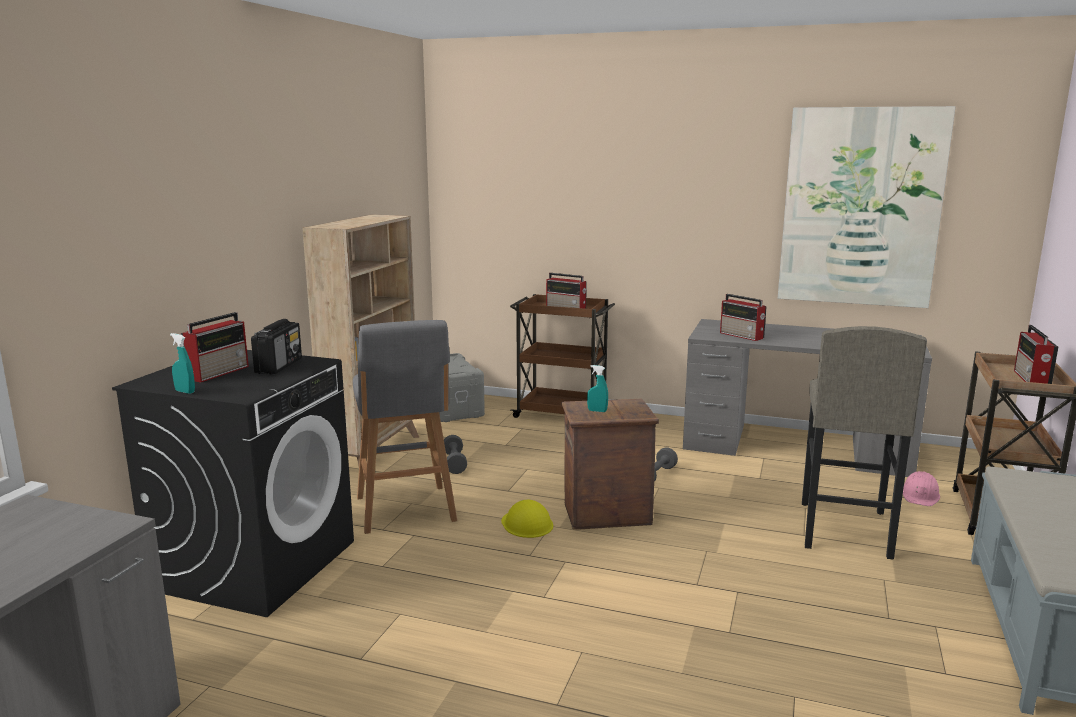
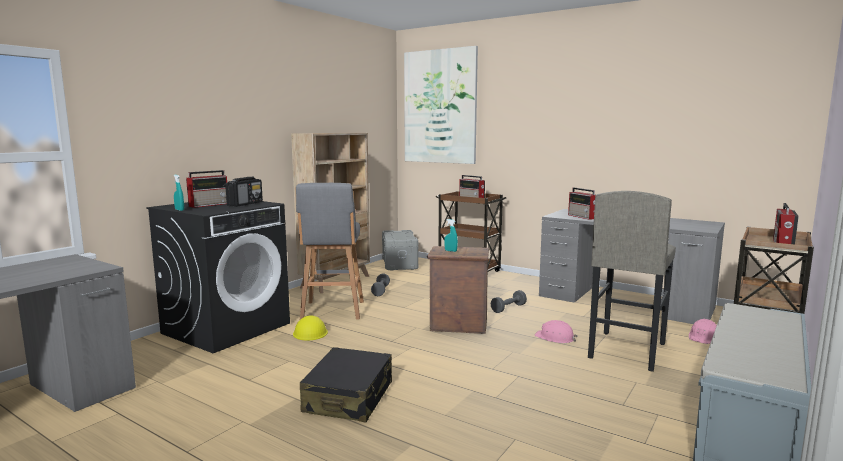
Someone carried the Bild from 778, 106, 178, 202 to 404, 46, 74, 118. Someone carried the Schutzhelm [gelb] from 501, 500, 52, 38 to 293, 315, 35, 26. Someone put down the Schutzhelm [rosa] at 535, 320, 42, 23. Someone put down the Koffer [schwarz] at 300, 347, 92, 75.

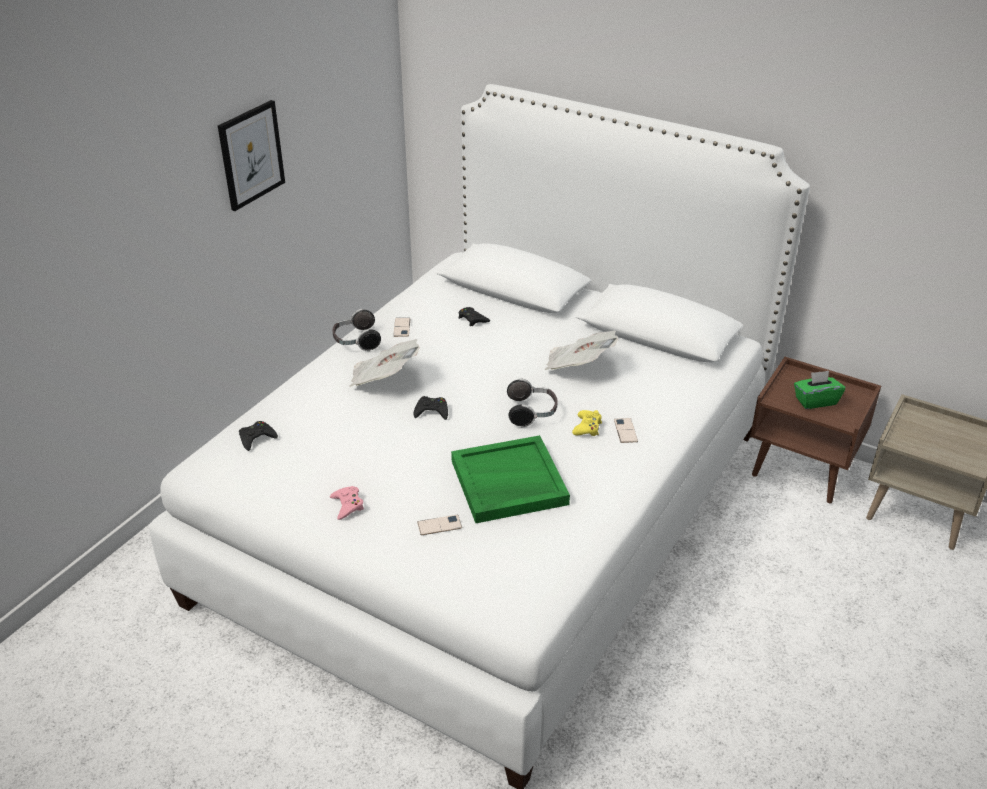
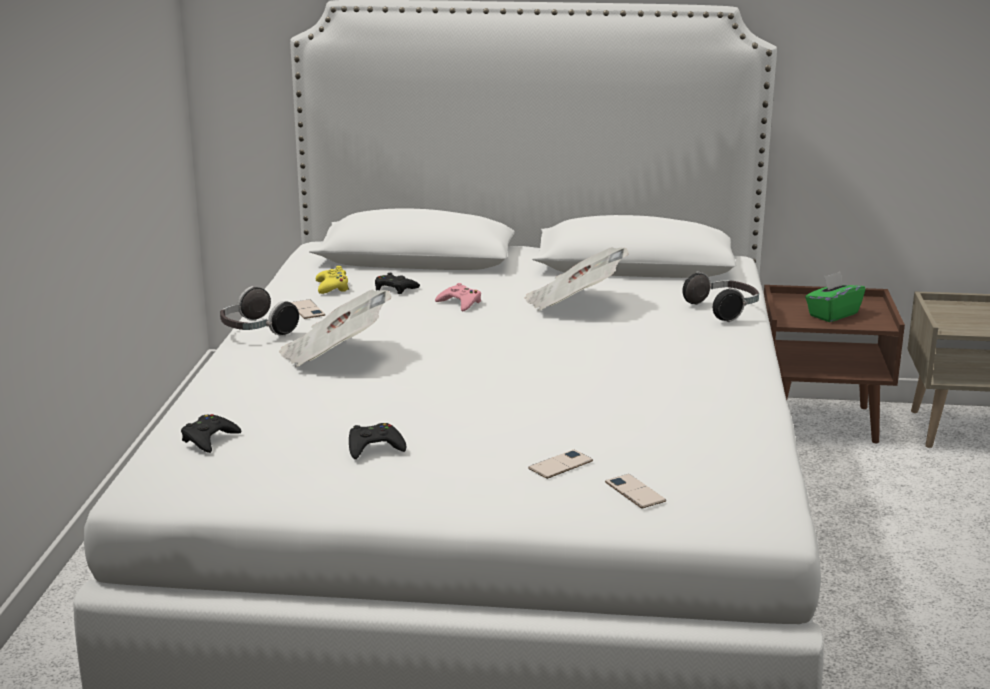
Someone took away the Bild at 218, 100, 67, 111. Someone carried the Kopfhörer from 507, 378, 51, 50 to 683, 271, 76, 51. Someone carried the Gamepad [schwarz] from 414, 396, 34, 24 to 349, 423, 58, 36. Someone carried the Gamepad [gelb] from 572, 410, 30, 26 to 316, 266, 33, 28. Someone carried the Handy from 614, 418, 24, 25 to 605, 474, 61, 35. Someone took away the Tablett [grün] at 451, 435, 119, 88. Someone carried the Gamepad [rosa] from 330, 486, 34, 34 to 435, 283, 46, 28.

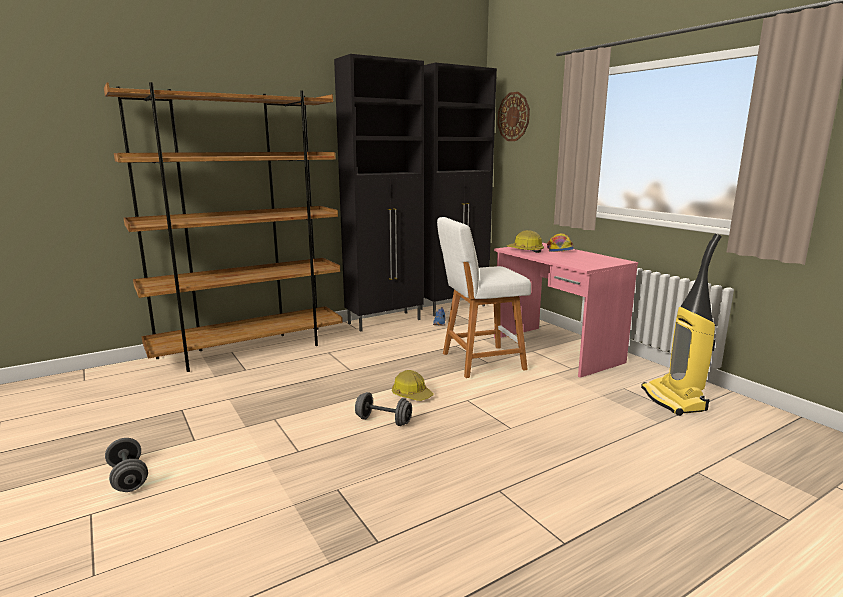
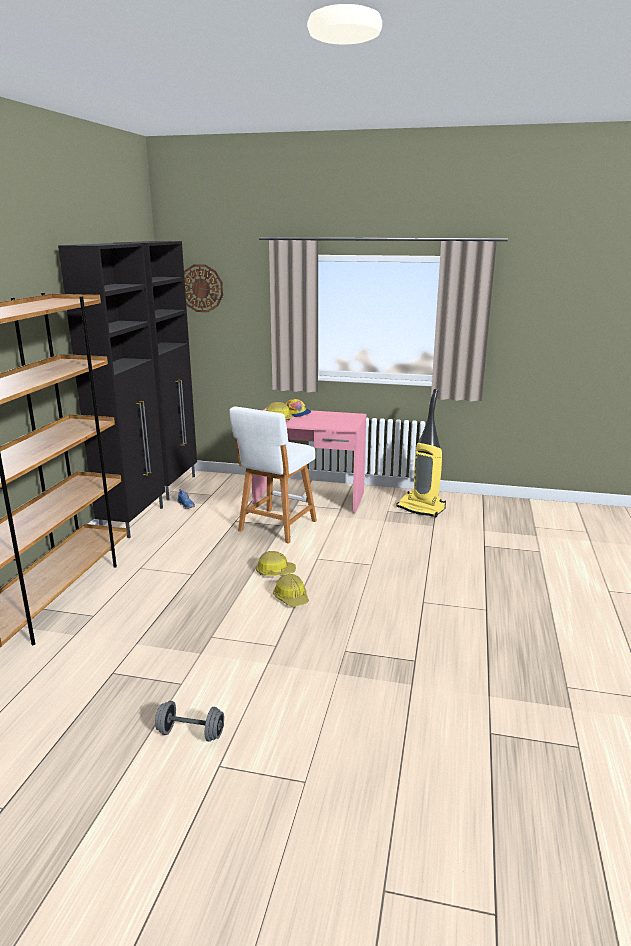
Someone swapped the Hantel [grau] at 355, 392, 57, 34 for the Schutzhelm at 273, 574, 36, 33.

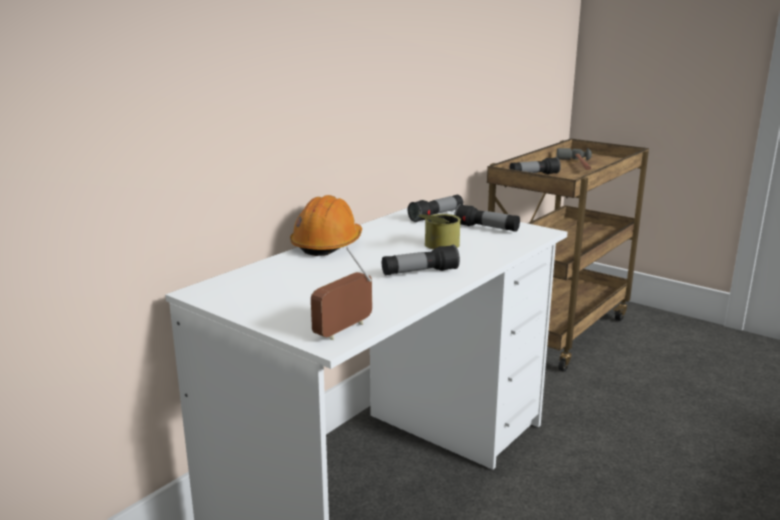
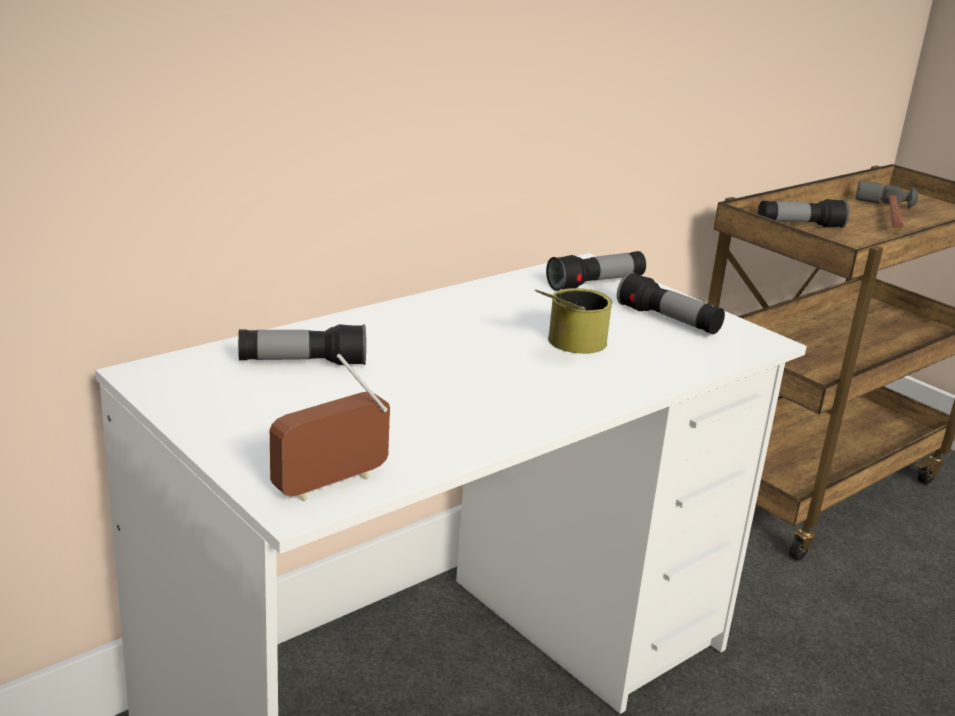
Someone took away the Schutzhelm [orange] at 290, 195, 72, 61. Someone carried the Taschenlampe from 382, 245, 78, 30 to 238, 324, 128, 41.

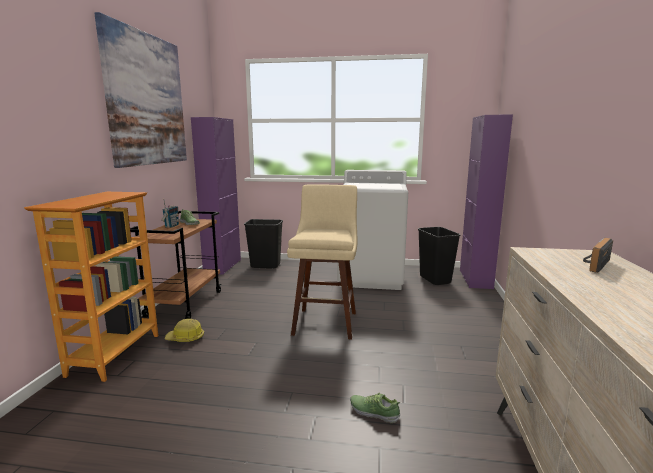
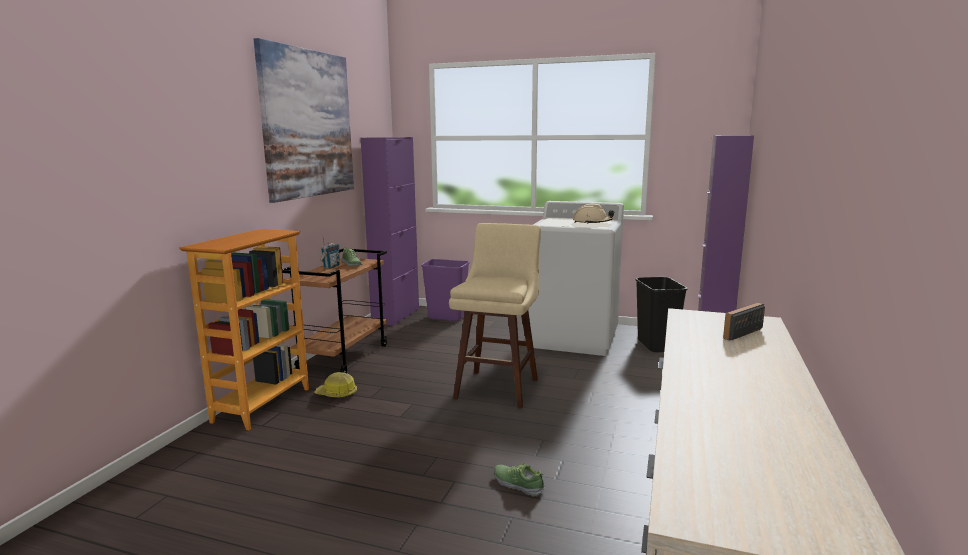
Someone repainted the Mülleimer [schwarz] at 244, 219, 39, 50, which became the Mülleimer [lila] at 421, 259, 49, 62. Someone put down the Schutzhelm [beige] at 573, 204, 41, 20.

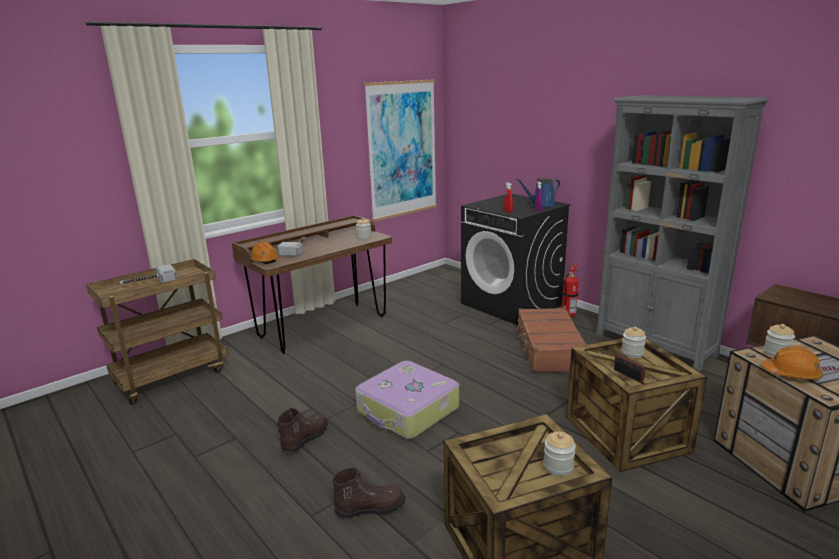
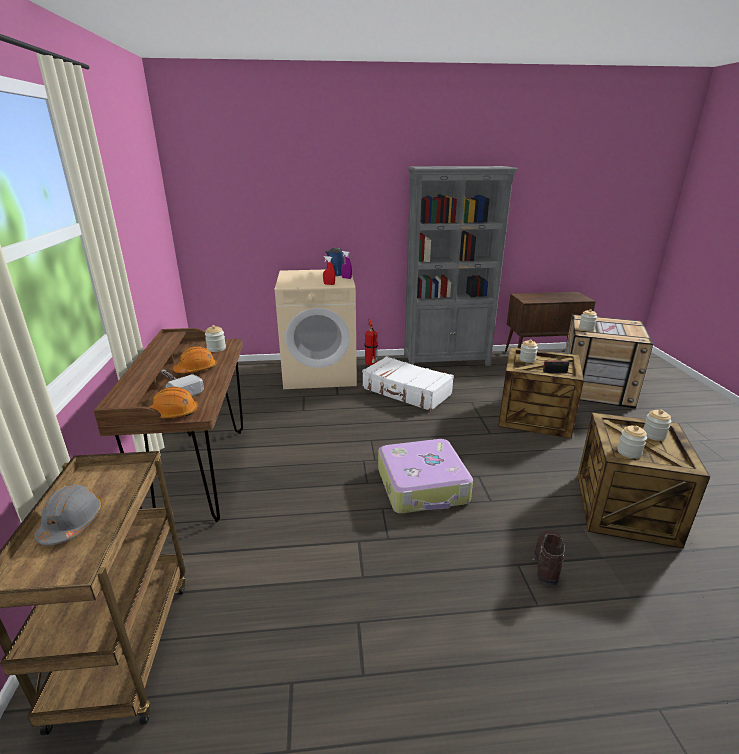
Someone took away the Bild at 364, 80, 73, 142. Someone repainted the Waschmaschine [schwarz] at 461, 194, 110, 131, which became the Waschmaschine [beige] at 275, 270, 82, 119. Someone swapped the Hammer at 119, 264, 58, 21 for the Schutzhelm [grau] at 34, 484, 69, 61. Someone repainted the Koffer [braun] at 515, 308, 72, 64, which became the Koffer [weiß] at 362, 356, 92, 55. Someone carried the Schutzhelm [orange] from 762, 346, 61, 34 to 173, 346, 44, 27. Someone took away the Stiefel [braun] at 276, 408, 52, 45. Someone put down the Vorratsglas at 617, 426, 30, 33.

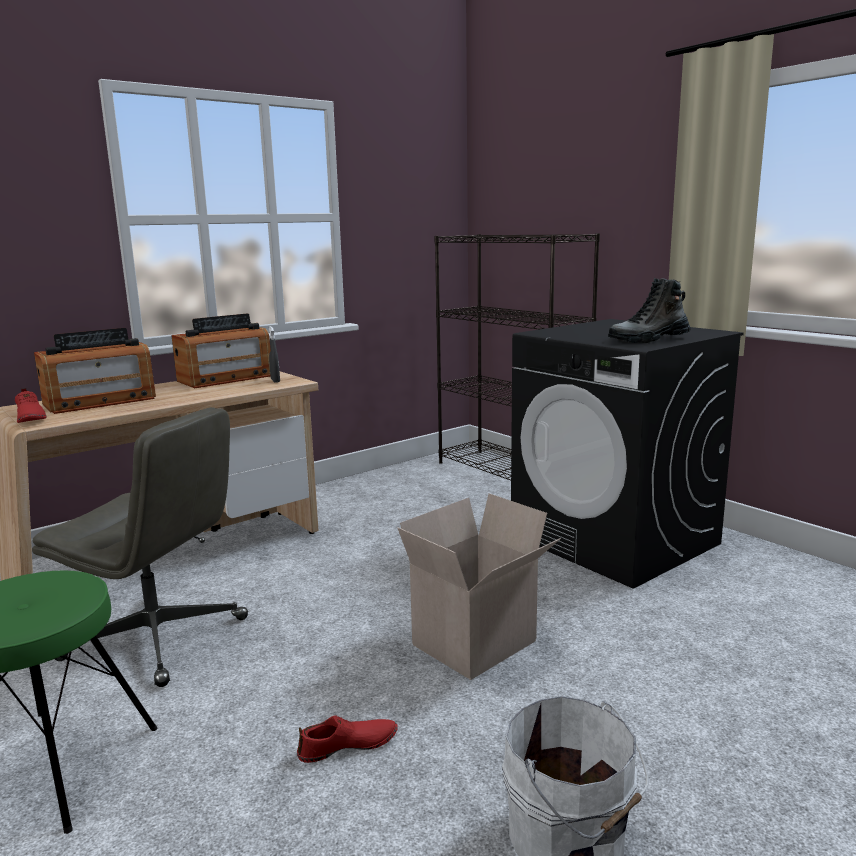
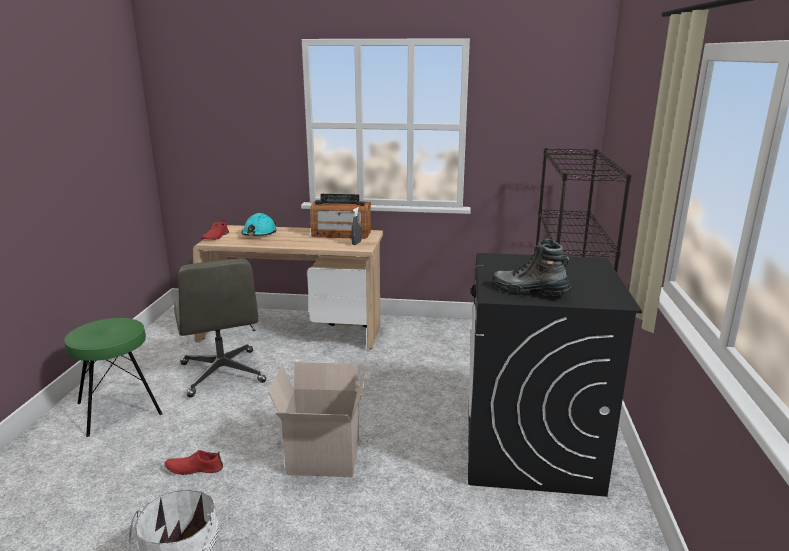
Someone swapped the Radio at 34, 328, 122, 86 for the Schutzhelm [türkis] at 241, 213, 36, 23. Someone rotated the Schuh [rot] at 297, 715, 101, 48 by 150 degrees clockwise.

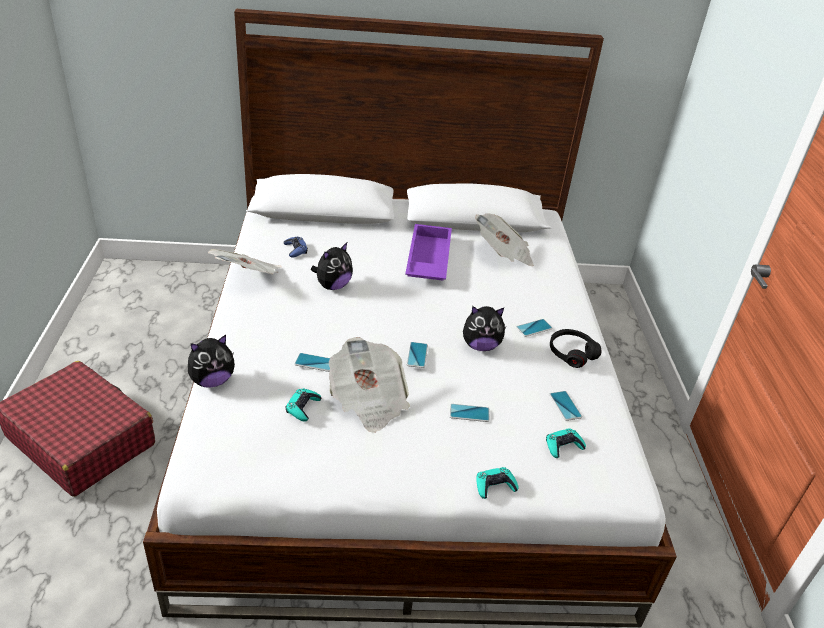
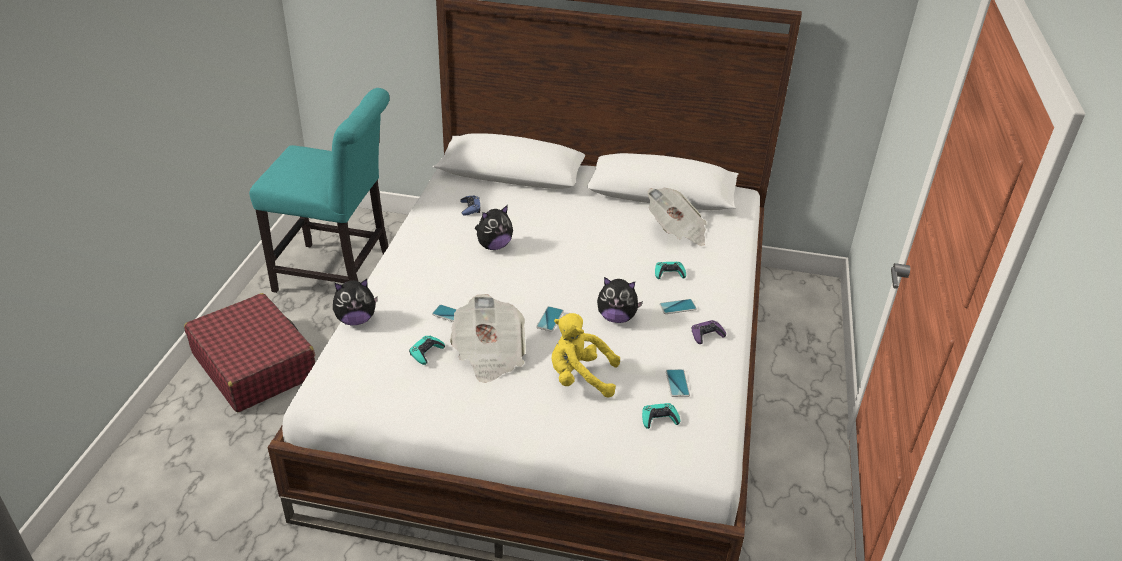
Someone took away the Tablett [lila] at 405, 224, 47, 57. Someone took away the Zeitung at 208, 249, 74, 26. Someone swapped the Kopfhörer [schwarz] at 550, 329, 51, 39 for the Gamepad [lila] at 692, 320, 34, 24. Someone swapped the Handy at 449, 404, 41, 18 for the Plüschtier [gelb] at 551, 313, 69, 85. Someone carried the Gamepad [türkis] from 476, 467, 42, 32 to 655, 262, 31, 17. Someone put down the Stuhl [türkis] at 249, 88, 141, 205.

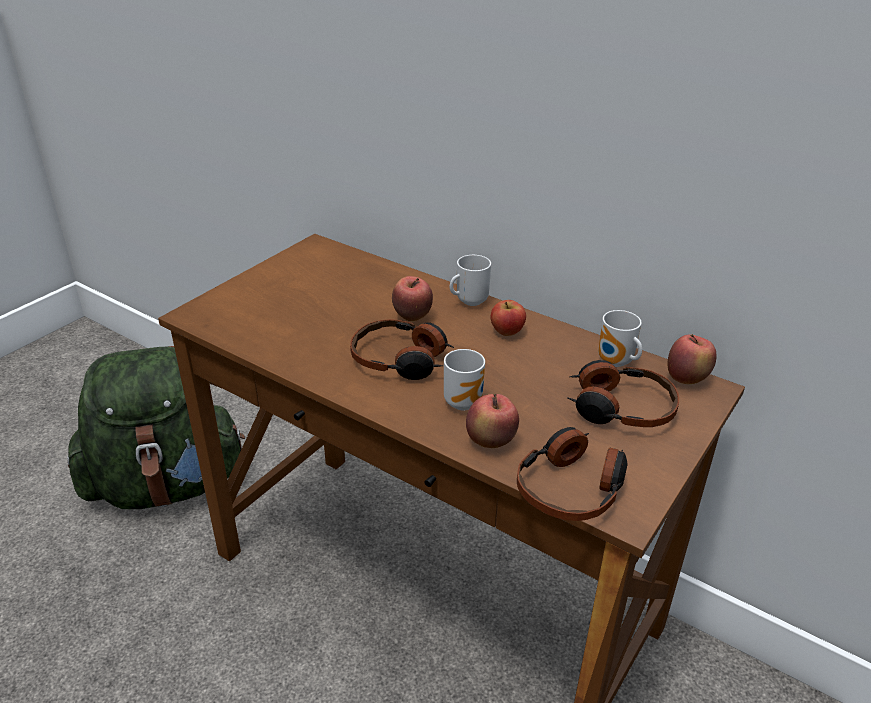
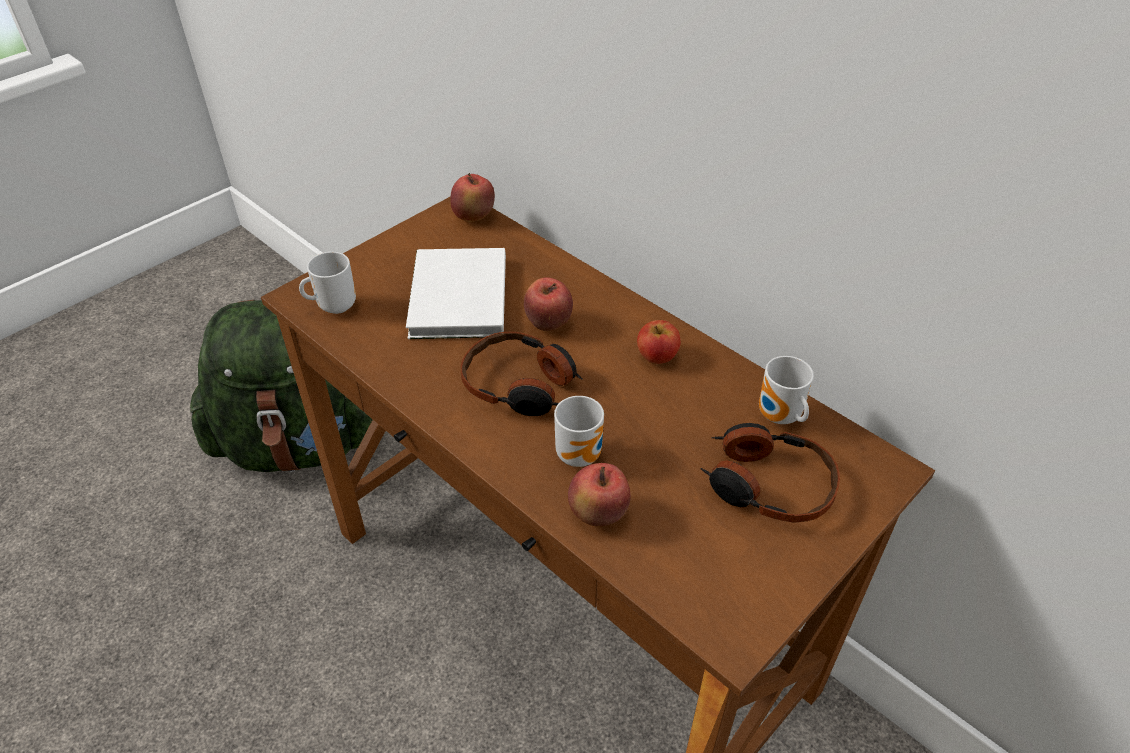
Someone carried the Henkelbecher from 450, 255, 41, 51 to 299, 252, 57, 62. Someone carried the Apfel from 667, 334, 49, 50 to 450, 173, 45, 49. Someone took away the Kopfhörer at 517, 427, 111, 94. Someone put down the Buch [weiß] at 406, 248, 100, 91.

